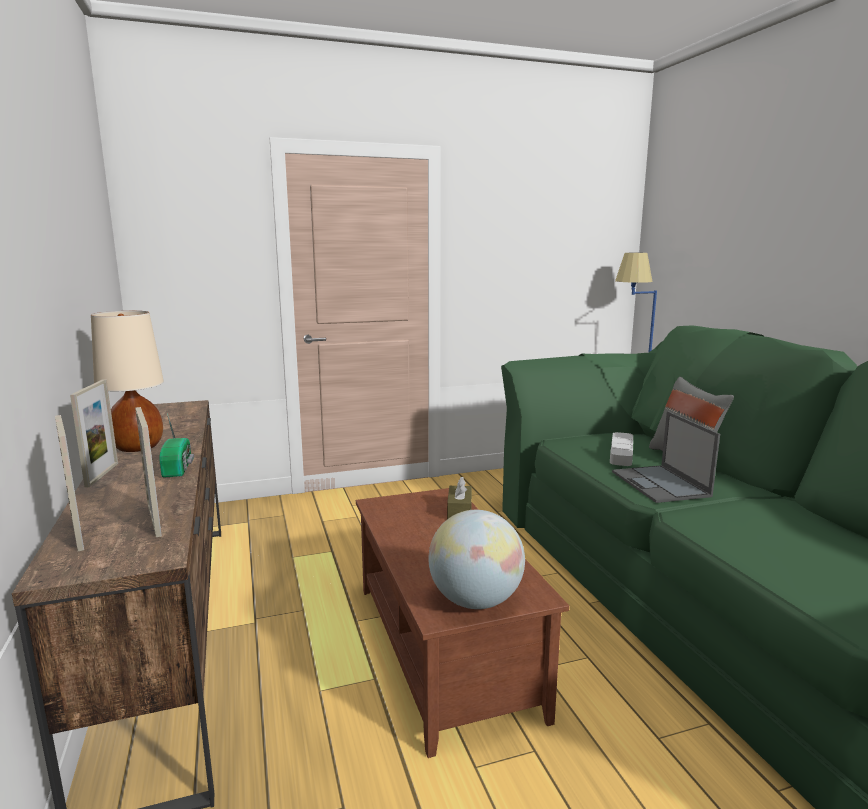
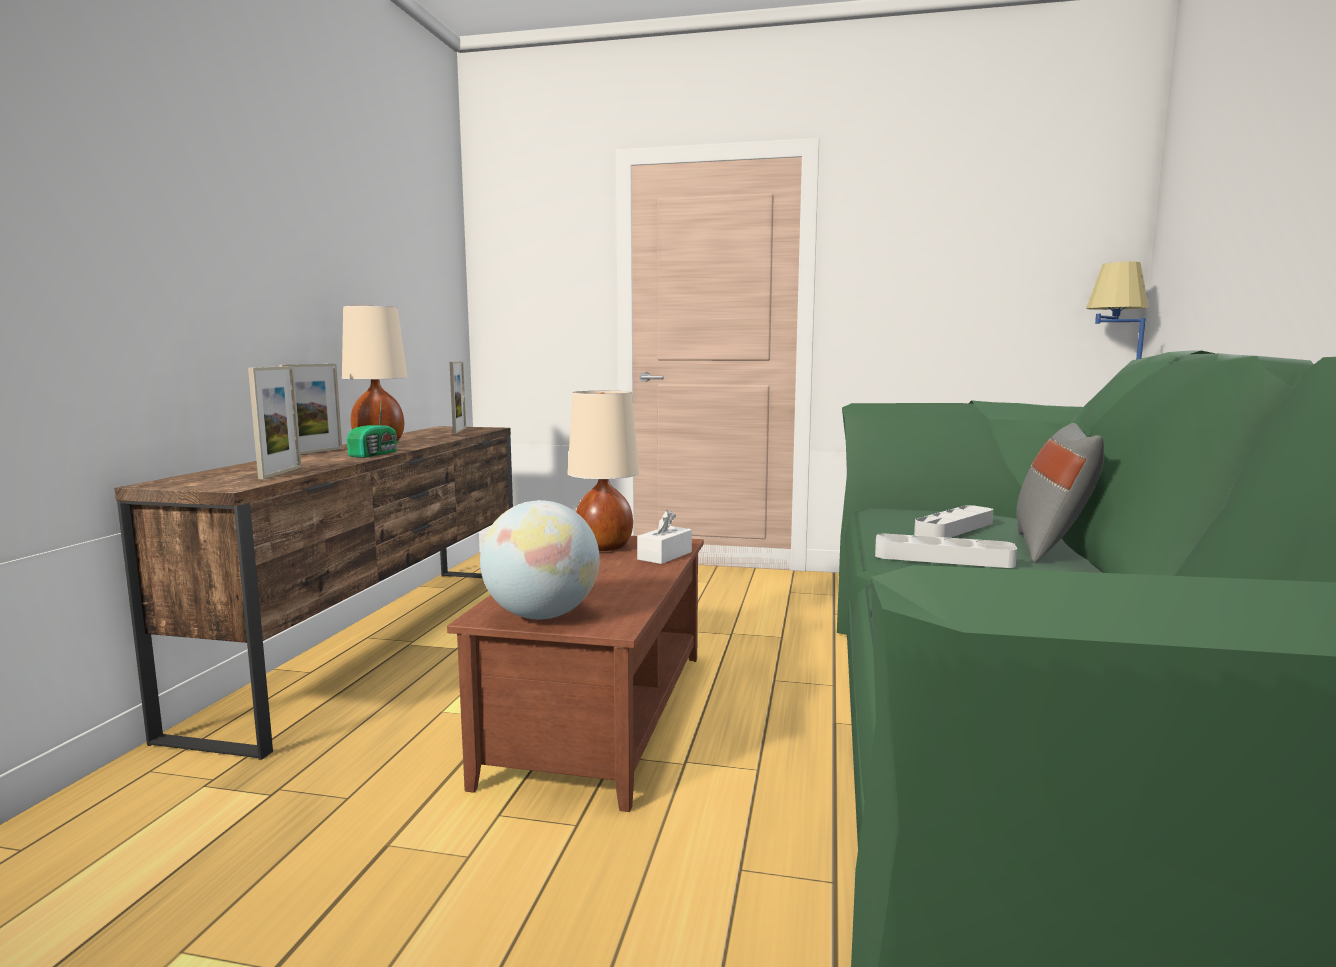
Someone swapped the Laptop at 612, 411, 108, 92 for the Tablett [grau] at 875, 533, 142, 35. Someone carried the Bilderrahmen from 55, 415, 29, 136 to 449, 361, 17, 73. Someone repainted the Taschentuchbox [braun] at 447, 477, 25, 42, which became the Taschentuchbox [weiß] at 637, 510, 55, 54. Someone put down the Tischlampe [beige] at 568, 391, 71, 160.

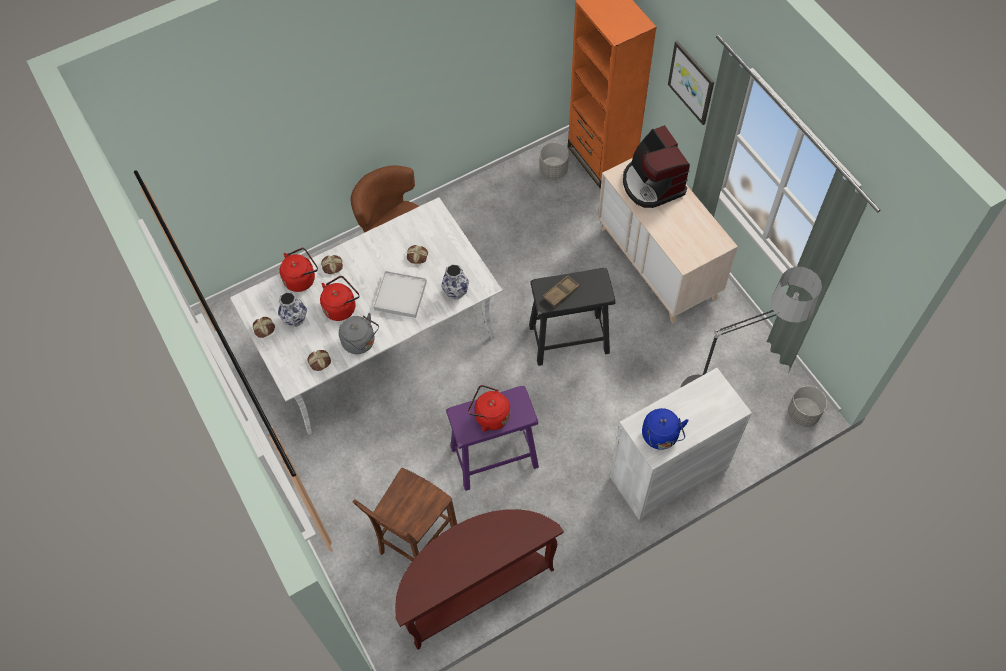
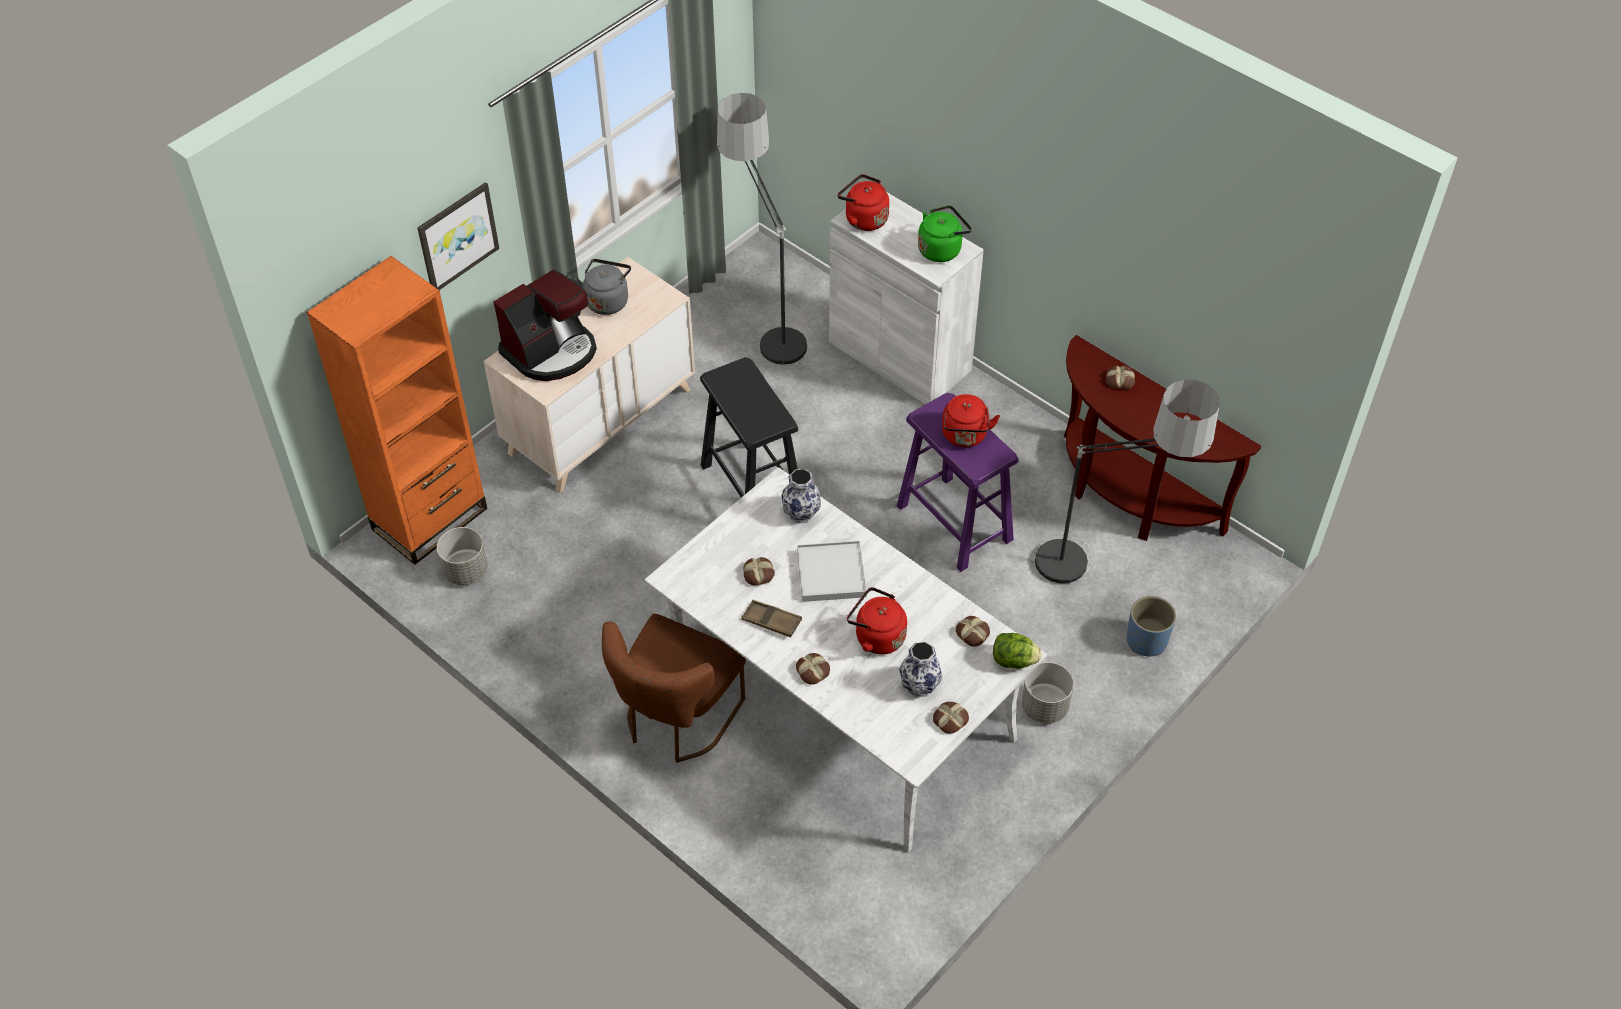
Someone carried the Wasserkessel [rot] from 279, 248, 39, 44 to 838, 174, 51, 57. Someone carried the Tablett [braun] from 543, 276, 37, 31 to 741, 600, 61, 37. Someone carried the Wasserkessel [grau] from 339, 313, 40, 41 to 574, 259, 57, 56. Someone carried the Pflanzkübel [grau] from 788, 386, 39, 41 to 1022, 662, 52, 62. Someone repainted the Wasserkessel [blau] at 642, 408, 47, 42, which became the Wasserkessel [grün] at 918, 205, 54, 57. Someone swapped the Stuhl [braun] at 352, 468, 105, 93 for the Stehlampe at 1030, 379, 190, 205. Someone put down the Brot at 1106, 366, 29, 23. Someone put down the Pflanzkübel [blau] at 1126, 596, 50, 60. Someone put down the Salatkopf at 993, 633, 49, 36.

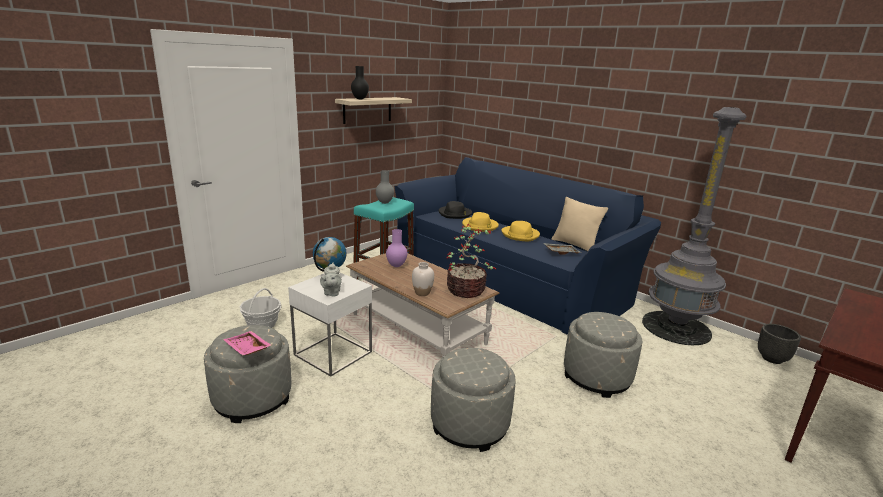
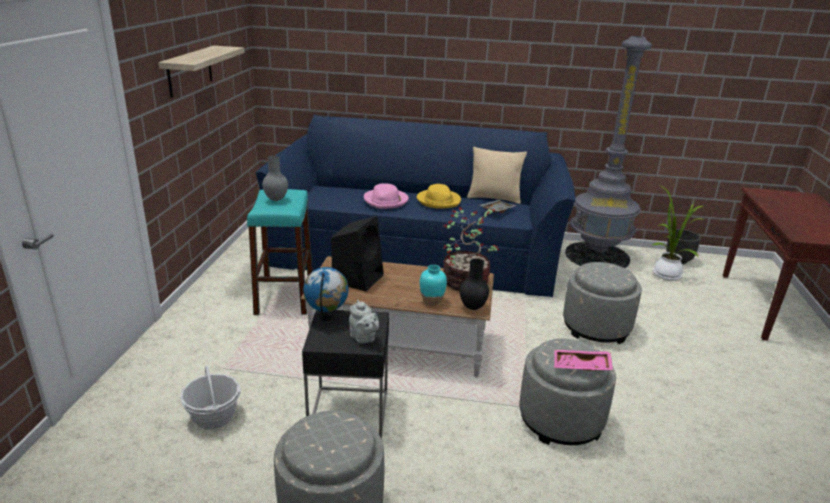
Someone carried the Vase [schwarz] from 351, 66, 18, 33 to 460, 259, 29, 51. Someone took away the Hut [schwarz] at 439, 201, 33, 18. Someone repainted the Hut [gelb] at 462, 212, 37, 20, which became the Hut [rosa] at 364, 183, 45, 26. Someone swapped the Vase [lila] at 386, 229, 22, 38 for the Lautsprecher [schwarz] at 331, 216, 53, 75. Someone repainted the Vase [weiß] at 412, 262, 22, 34, which became the Vase [türkis] at 420, 265, 27, 41. Someone repainted the Beistelltisch [weiß] at 288, 272, 84, 105, which became the Beistelltisch [schwarz] at 302, 310, 87, 129. Someone carried the Tablett [rosa] from 223, 331, 49, 25 to 554, 350, 59, 21. Someone put down the Topfpflanze at 653, 186, 50, 95.

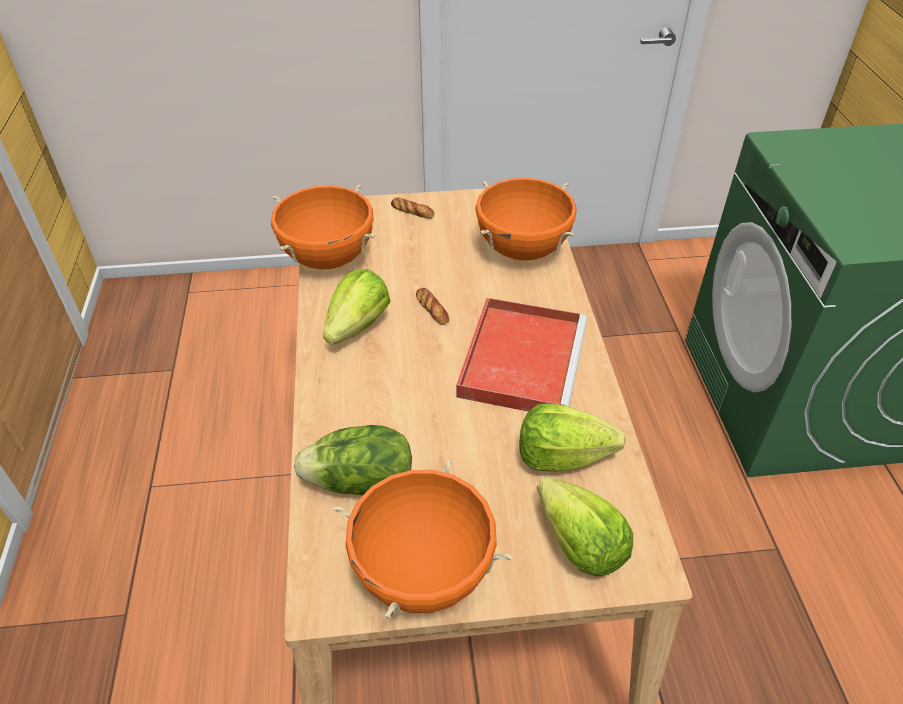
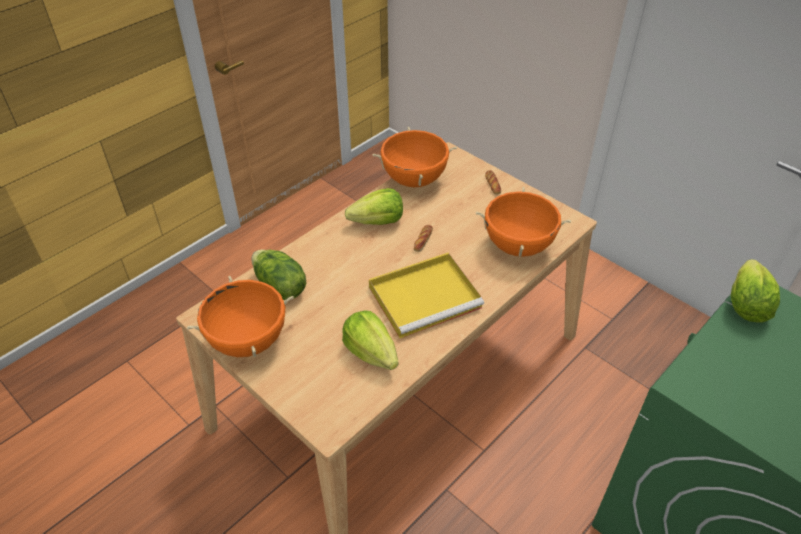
Someone repainted the Tablett [rot] at 456, 298, 131, 114, which became the Tablett [gelb] at 369, 252, 115, 86. Someone carried the Salatkopf from 537, 477, 96, 99 to 731, 259, 49, 63.

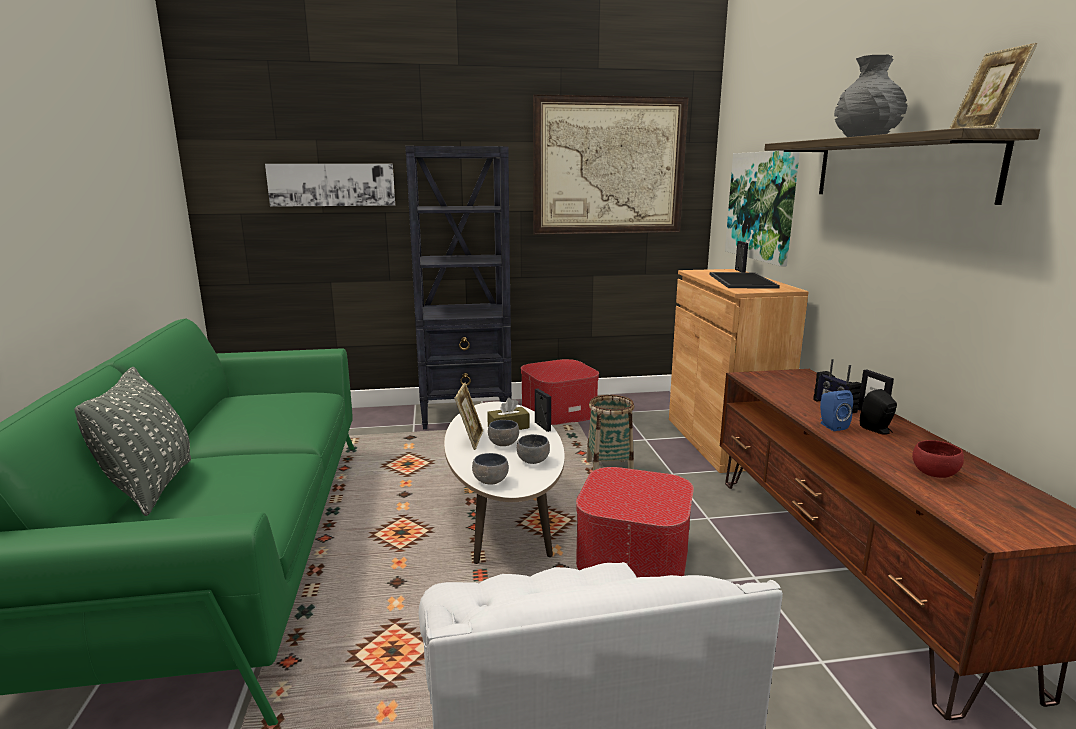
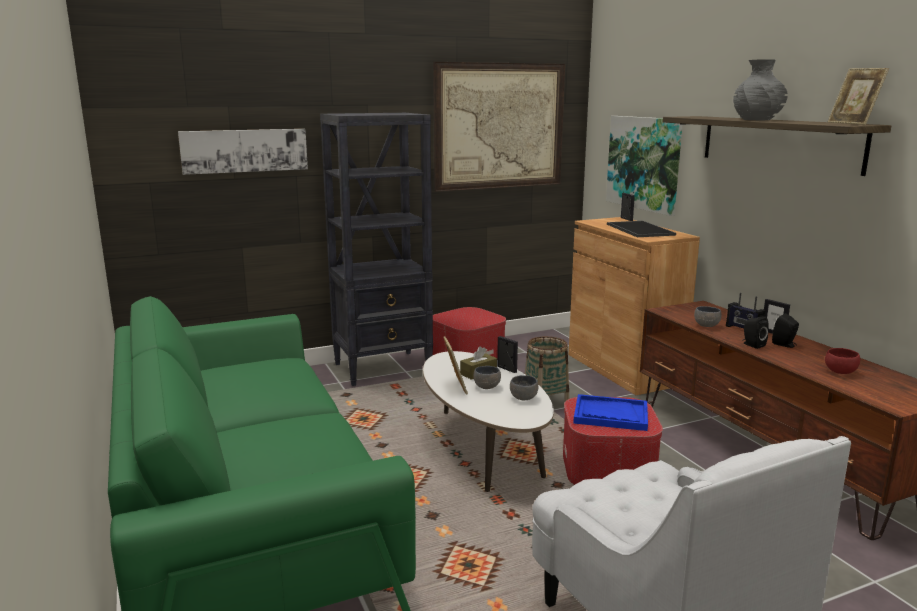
Someone took away the Kissen [grau] at 74, 367, 117, 149. Someone repainted the Lautsprecher [blau] at 820, 390, 33, 41, which became the Lautsprecher [schwarz] at 742, 316, 27, 33. Someone carried the Schüssel [grau] from 472, 453, 37, 32 to 694, 306, 28, 21. Someone put down the Tablett [blau] at 573, 394, 75, 37.

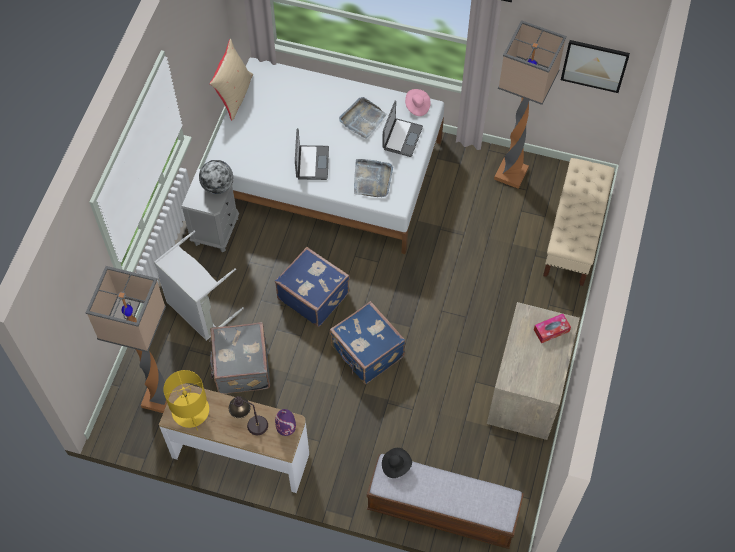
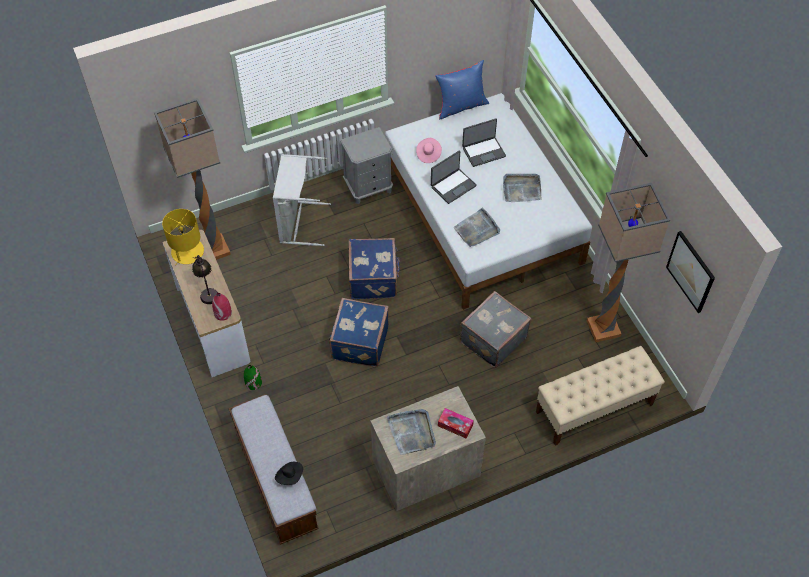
Someone repainted the Kissen [beige] at 210, 39, 43, 82, which became the Kissen [blau] at 435, 60, 54, 59. Someone carried the Hut [rosa] from 405, 89, 26, 27 to 416, 138, 26, 25. Someone carried the Laptop from 382, 101, 41, 56 to 462, 118, 44, 49. Someone took away the Globus at 199, 160, 34, 34. Someone carried the Koffer [grau] from 209, 322, 61, 72 to 460, 291, 71, 77. Someone repainted the Vase [lila] at 275, 409, 21, 27, which became the Vase [rot] at 212, 293, 20, 28. Someone carried the Hut [schwarz] from 382, 448, 30, 30 to 275, 462, 28, 23. Someone put down the Vase [grün] at 244, 365, 18, 25. Someone put down the Tablett [grau] at 387, 409, 49, 46.

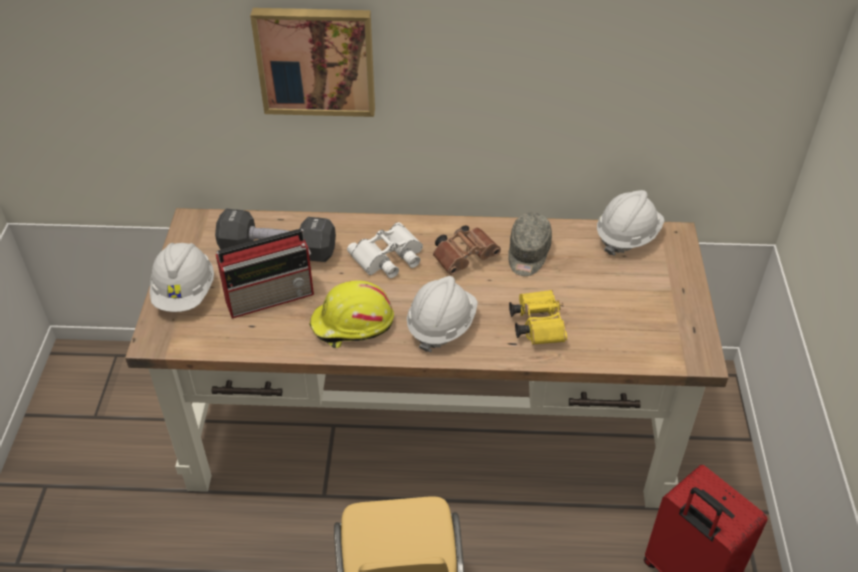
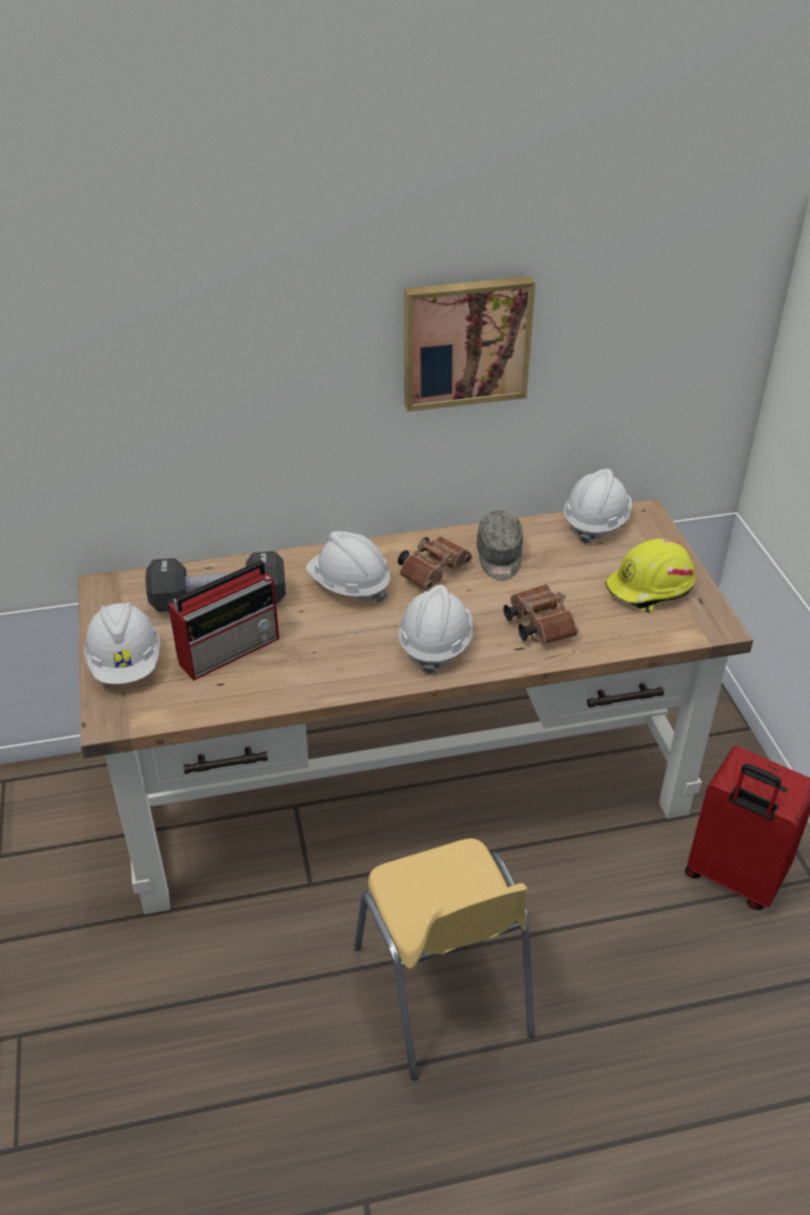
Someone carried the Bild from 250, 8, 125, 109 to 404, 276, 131, 136. Someone swapped the Fernglas [weiß] at 347, 222, 76, 56 for the Schutzhelm [weiß] at 306, 531, 84, 72. Someone carried the Schutzhelm [gelb] from 309, 280, 85, 68 to 605, 539, 91, 74. Someone repainted the Fernglas [gelb] at 509, 290, 58, 55, which became the Fernglas [braun] at 503, 584, 75, 60.

